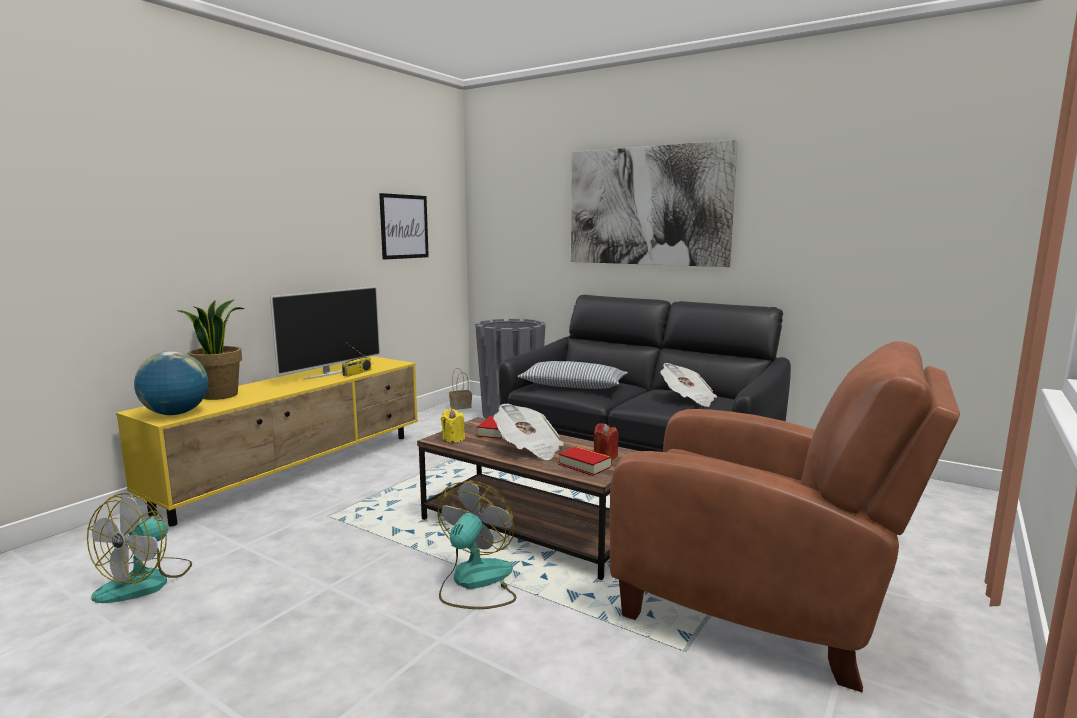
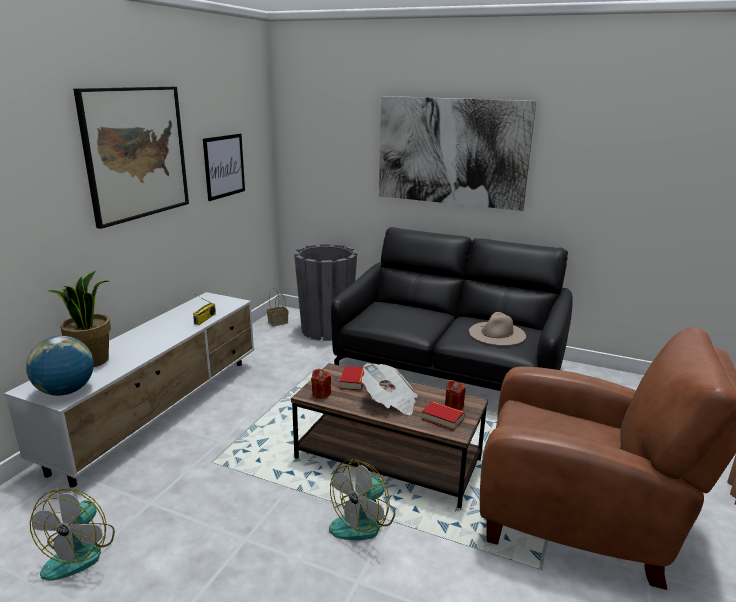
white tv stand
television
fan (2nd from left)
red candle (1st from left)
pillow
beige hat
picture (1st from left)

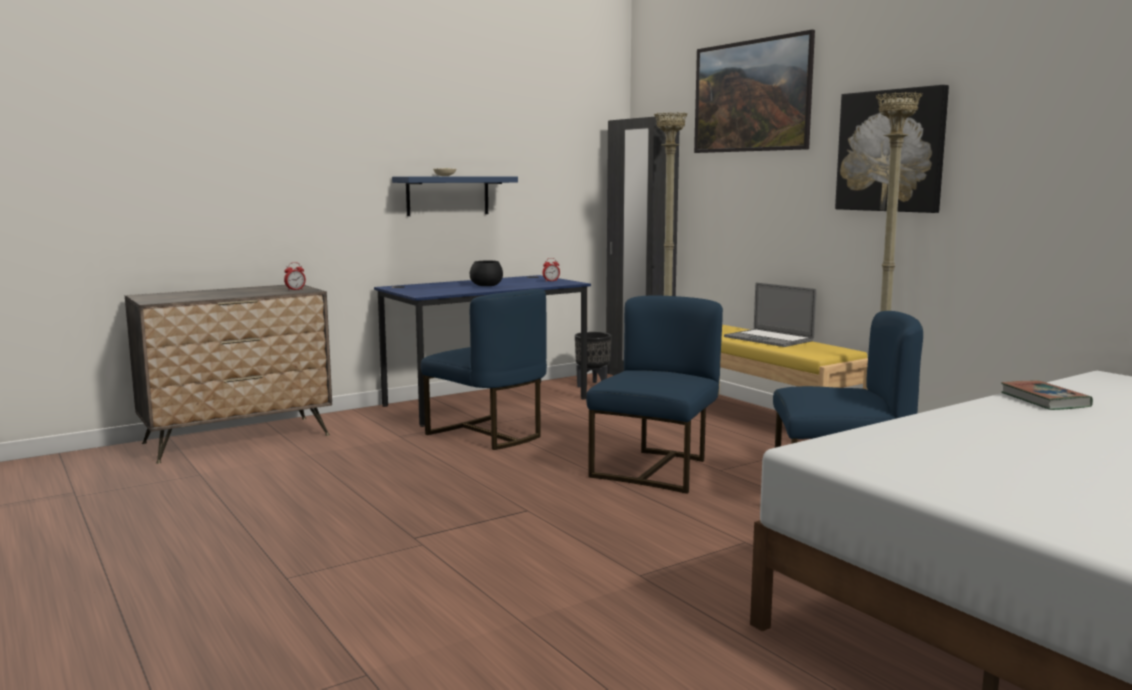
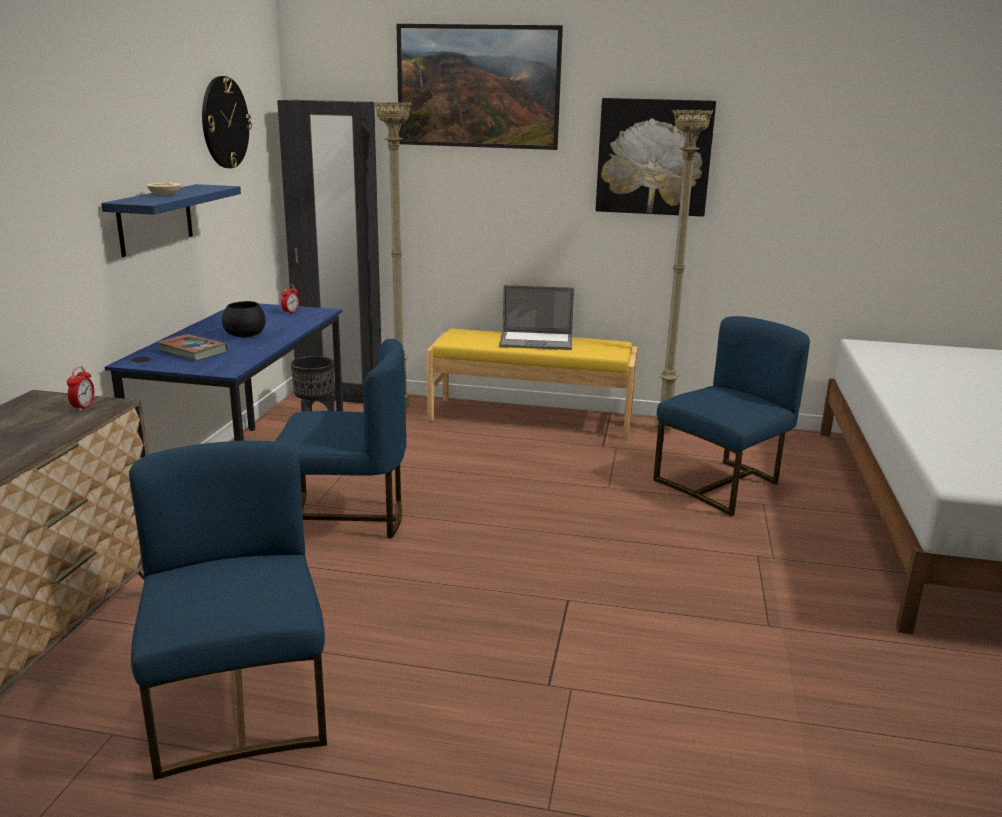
blue chair (1st from left)
book
wall clock

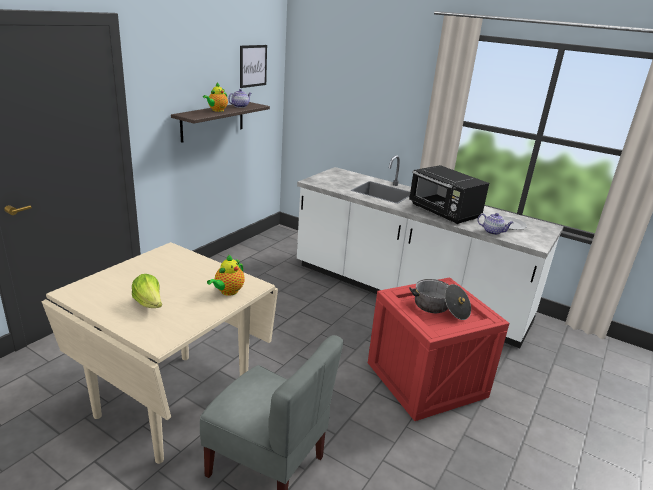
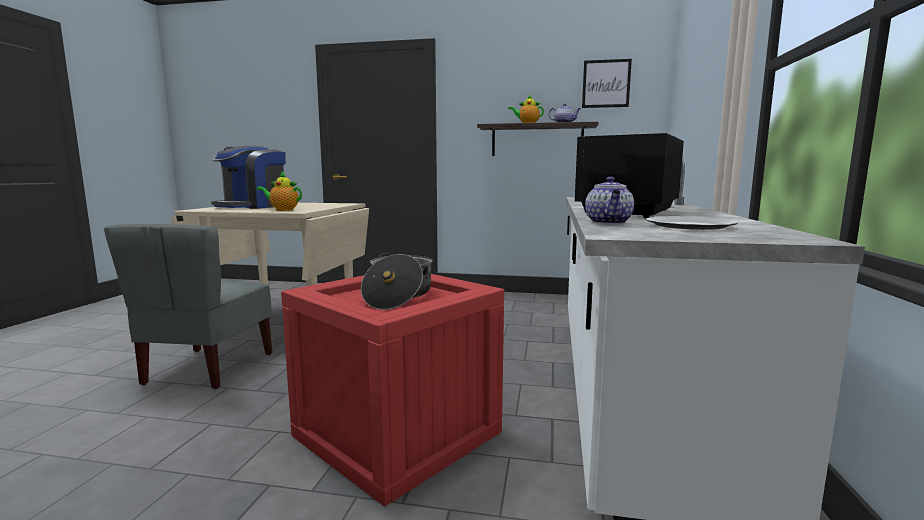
coffee machine

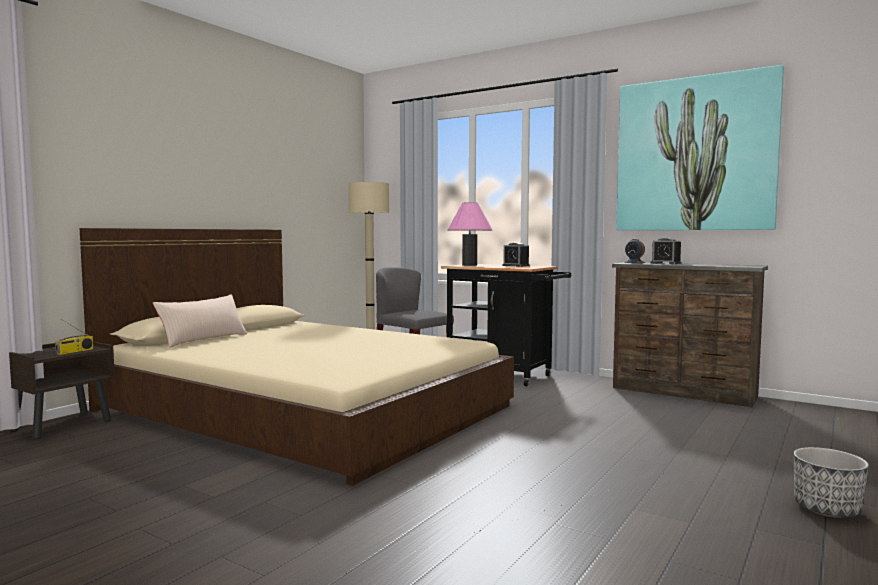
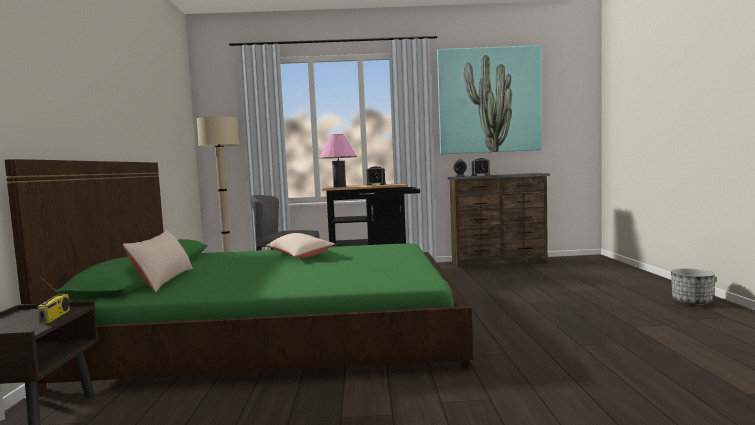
green bed
beige pillow (2nd from left)

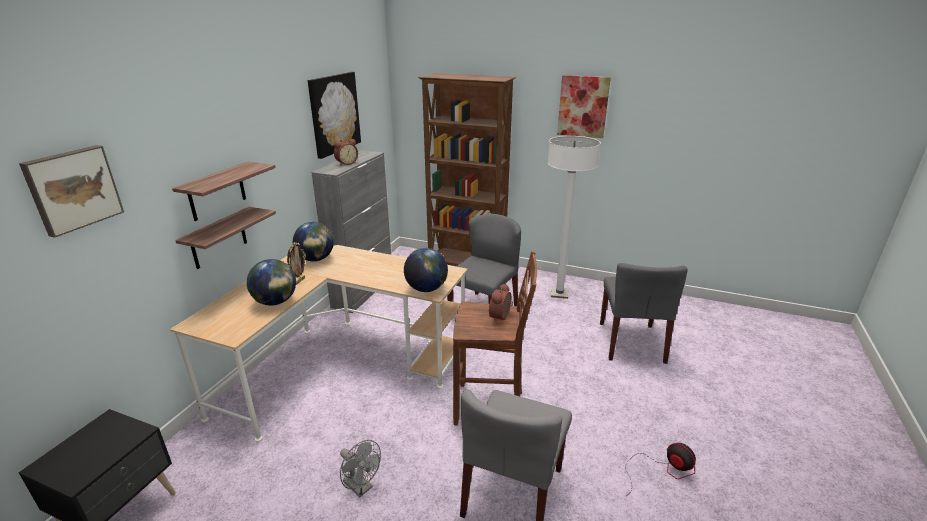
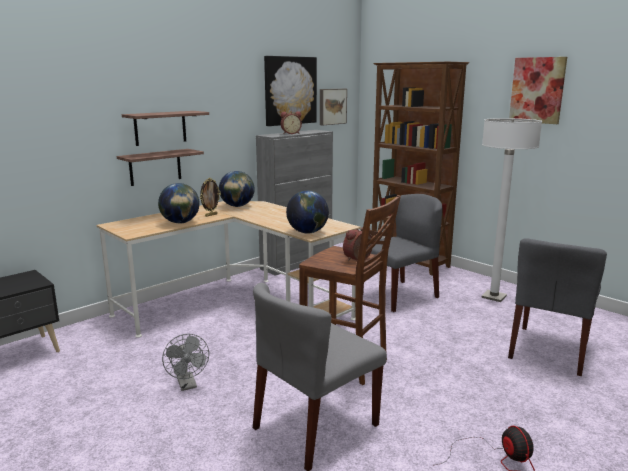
picture (2nd from left)

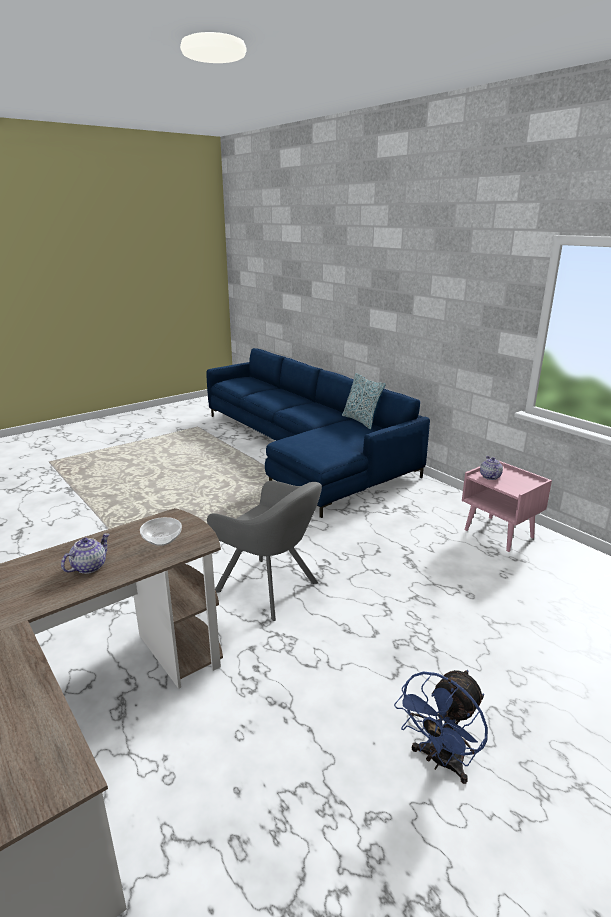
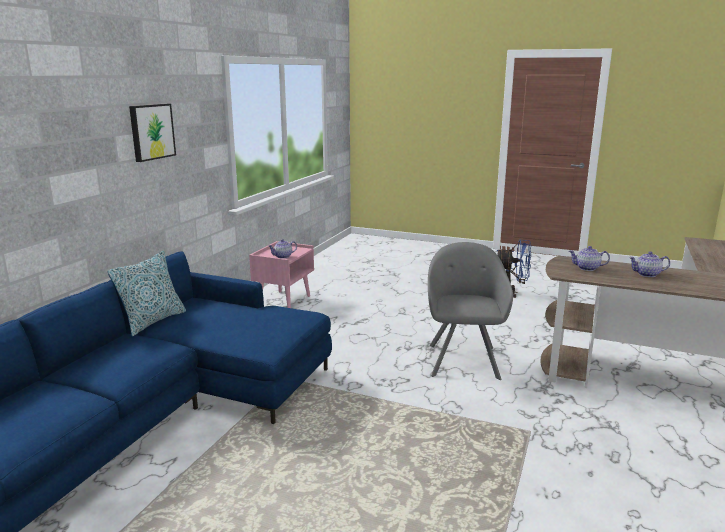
teapot (2nd from left)
picture

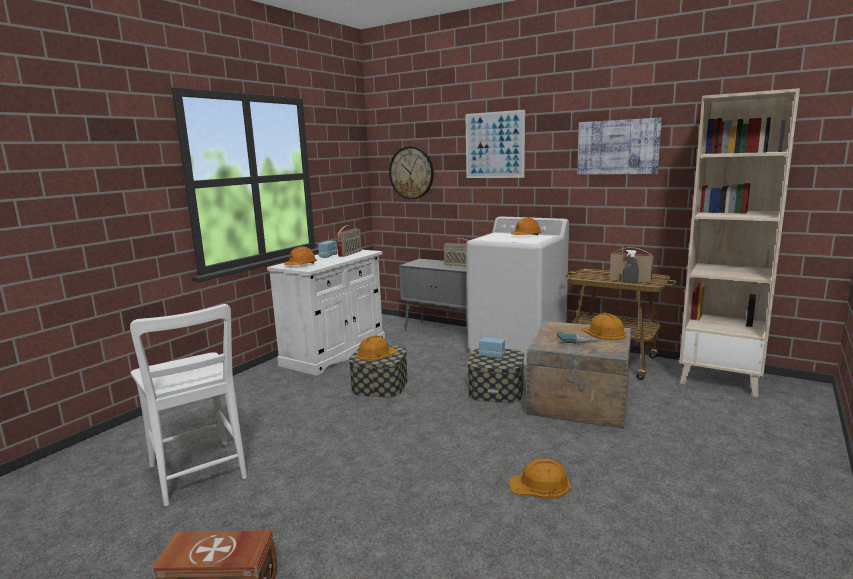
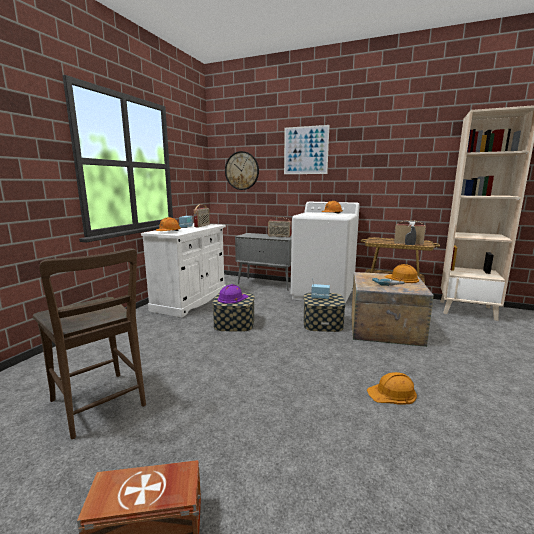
brown chair
purple hard hat
picture (2nd from left in the first image)

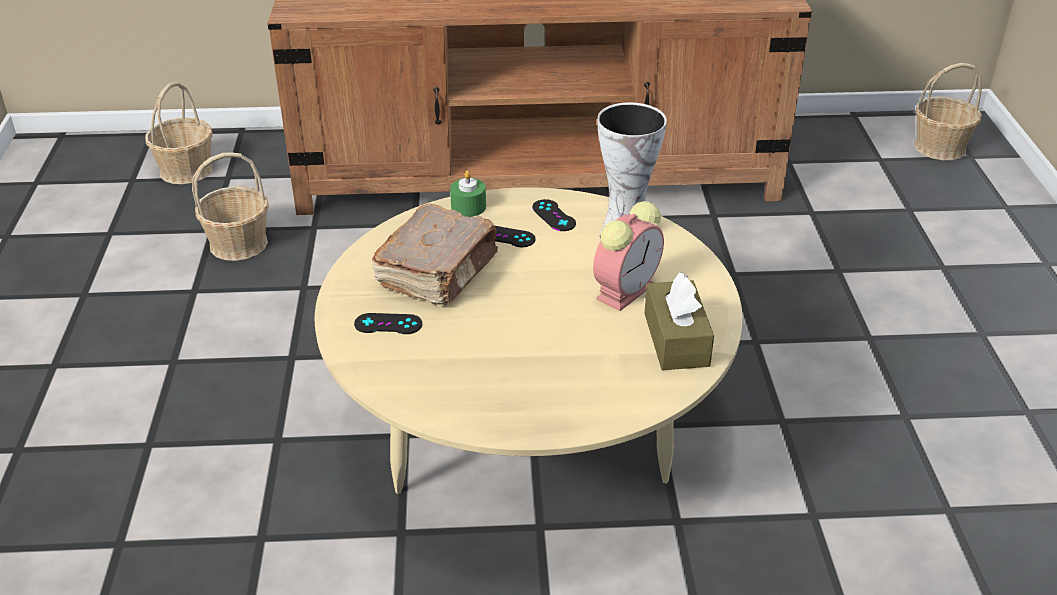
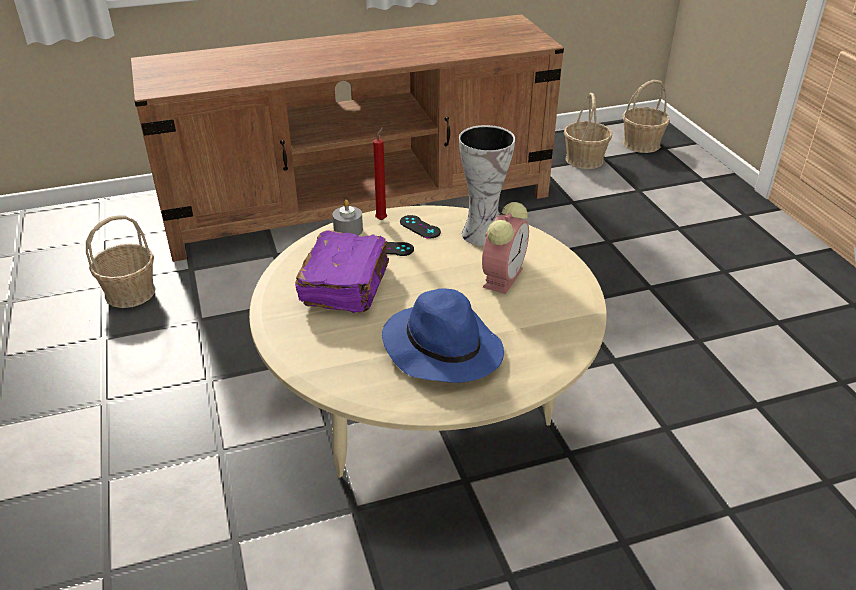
basket (2nd from left)
black game controller (1st from left in the first image)
purple book
grey candle
brown tissue box
red candle
blue hat

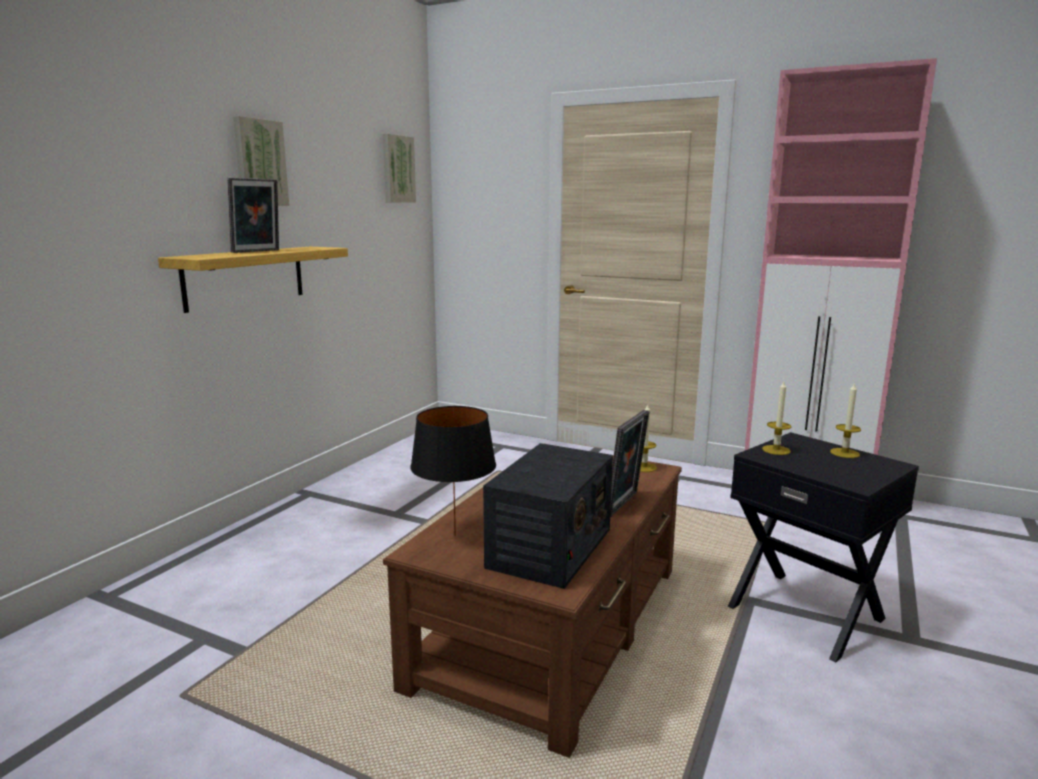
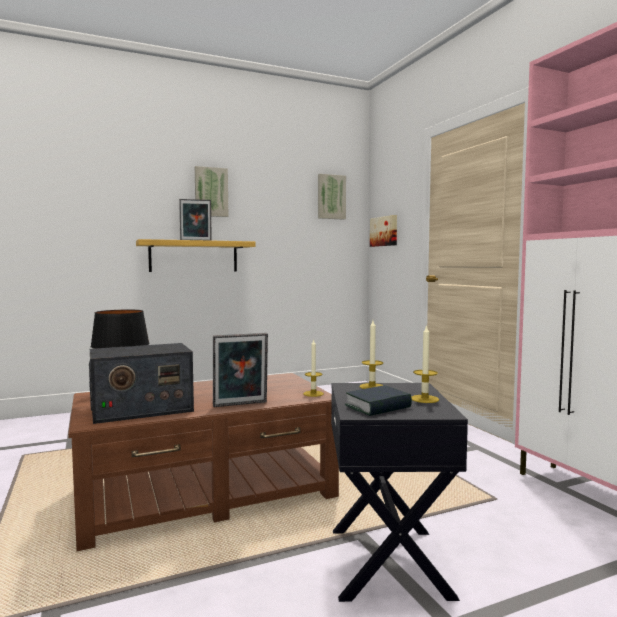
book
picture (3rd from left)

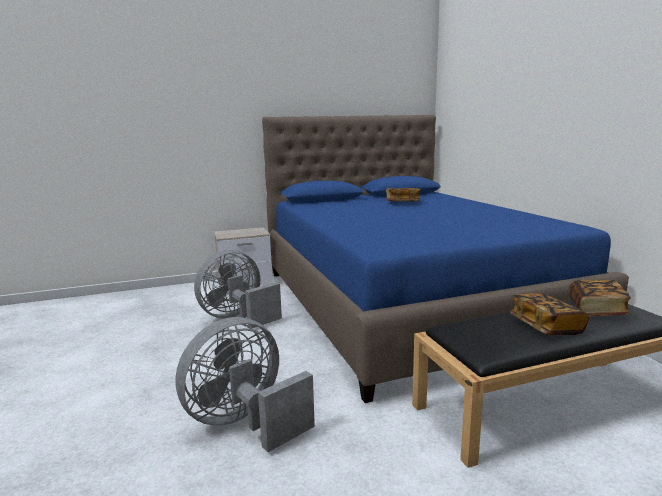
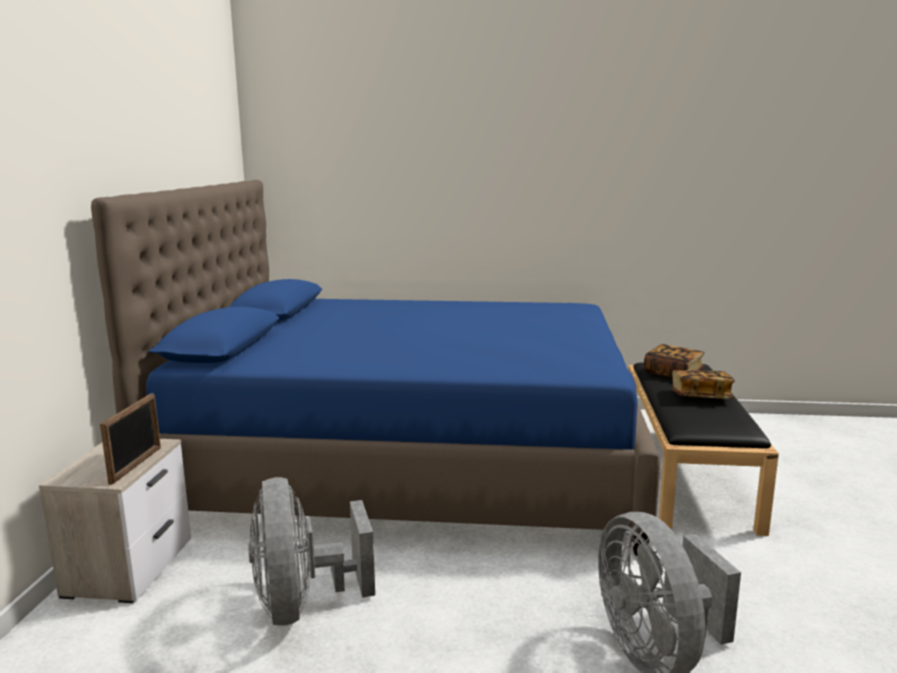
book (1st from left in the first image)
picture frame

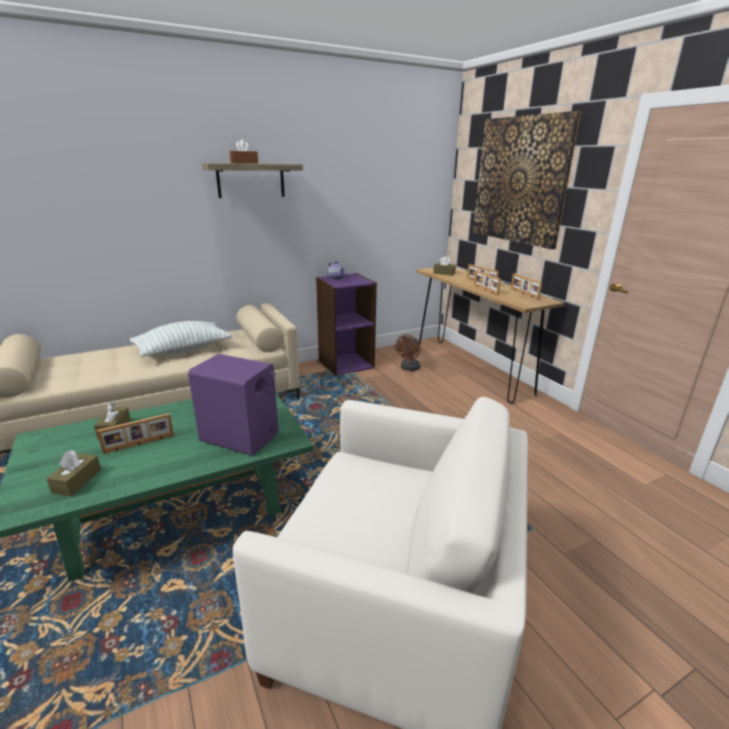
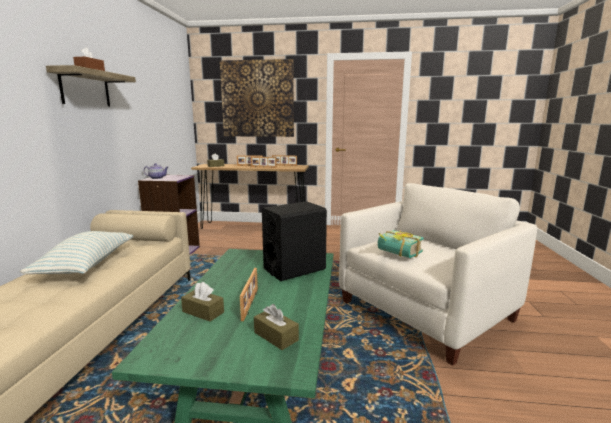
black speaker
brown fan
book

